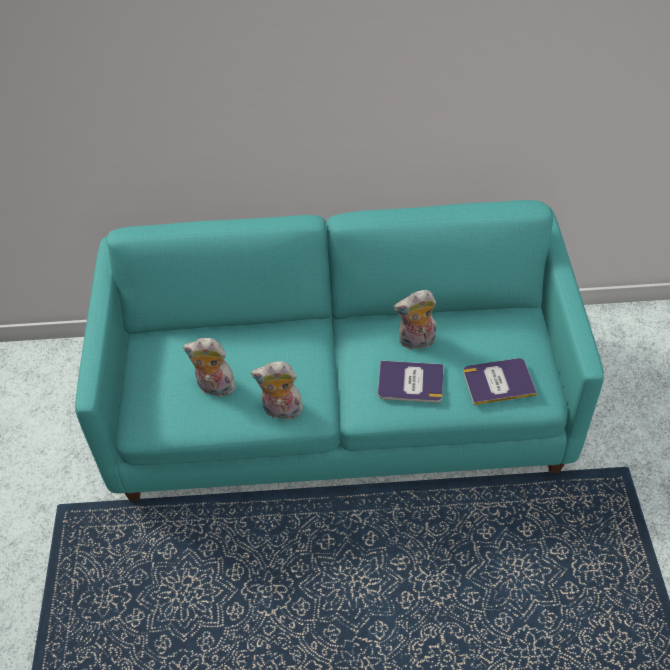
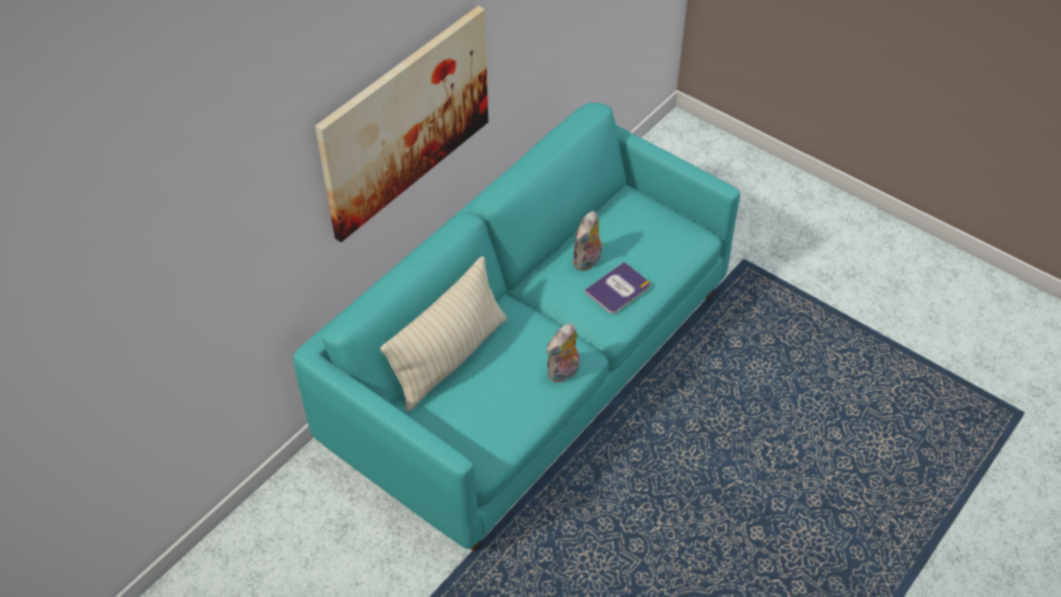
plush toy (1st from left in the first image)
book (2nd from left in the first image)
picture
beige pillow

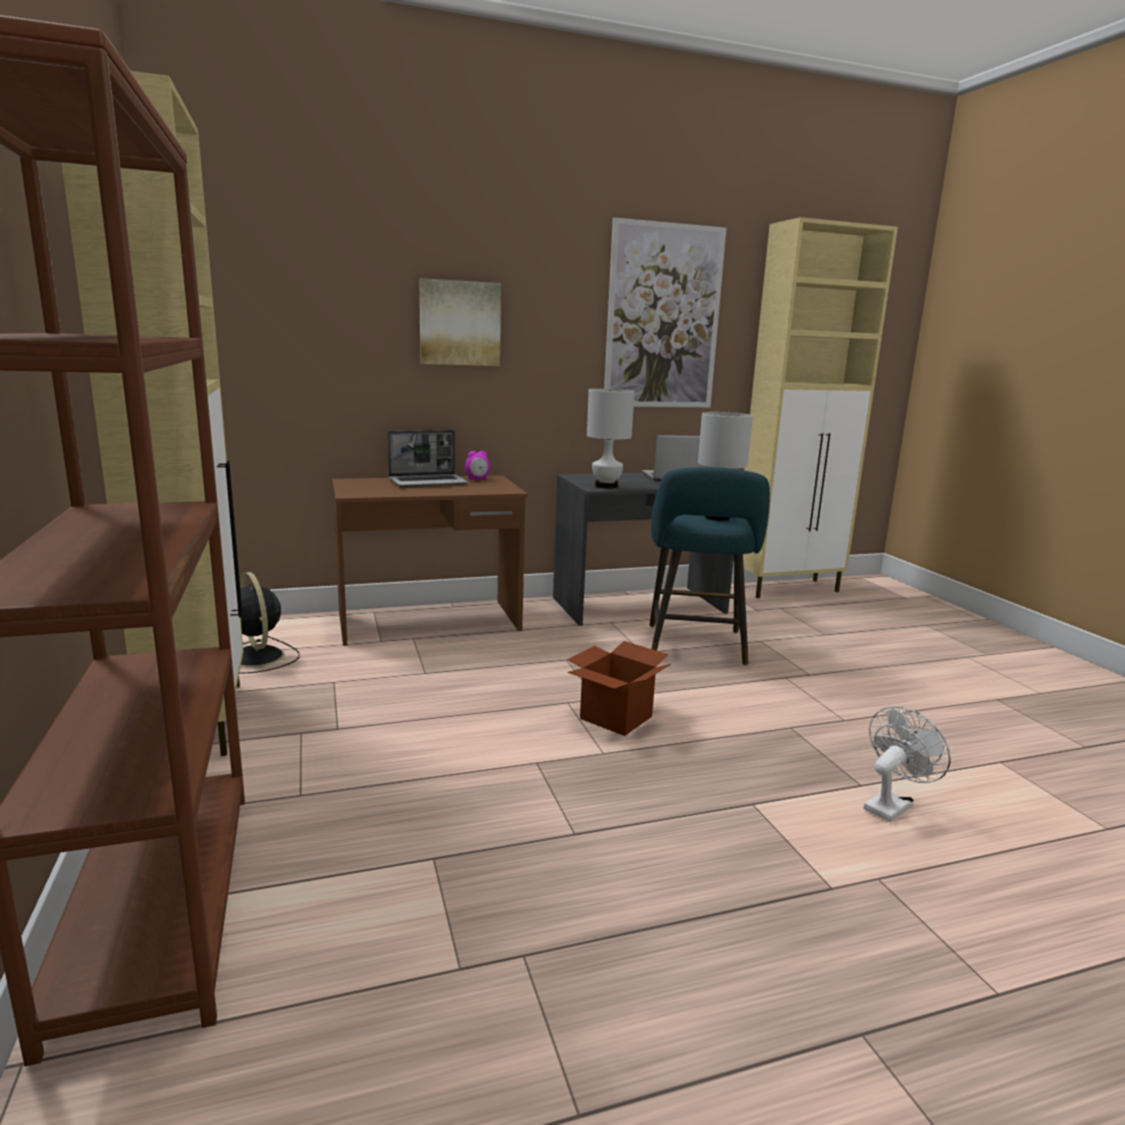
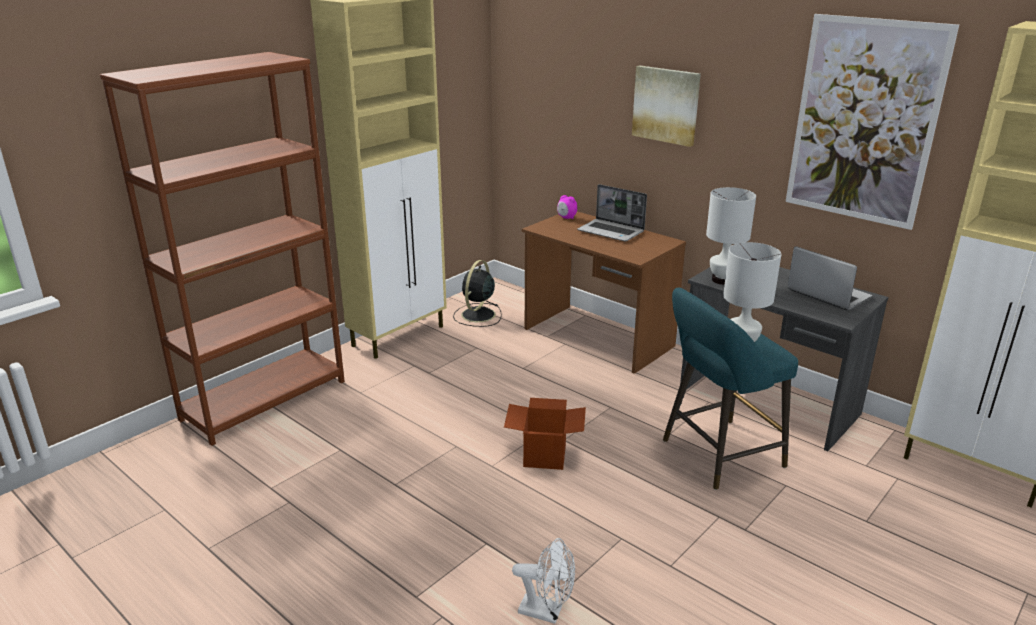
alarm clock

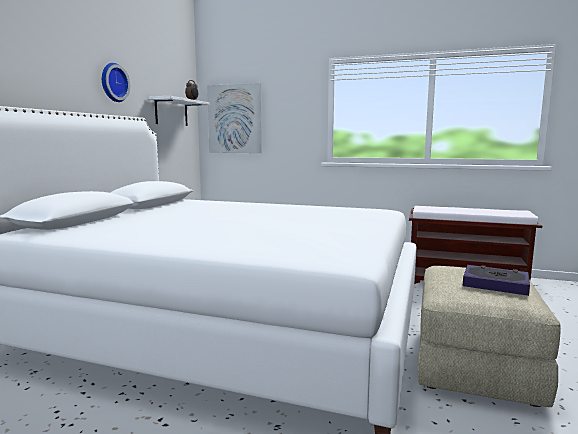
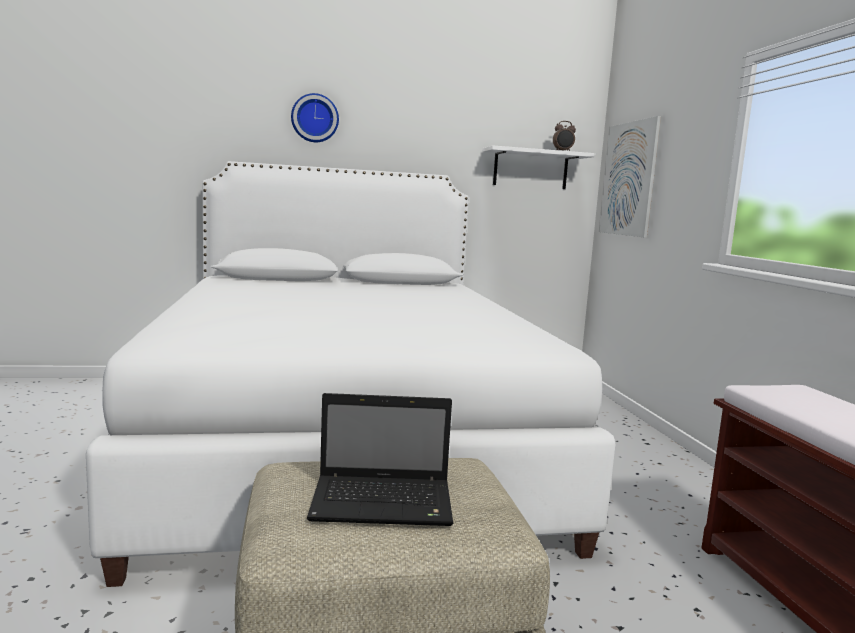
wall clock
laptop

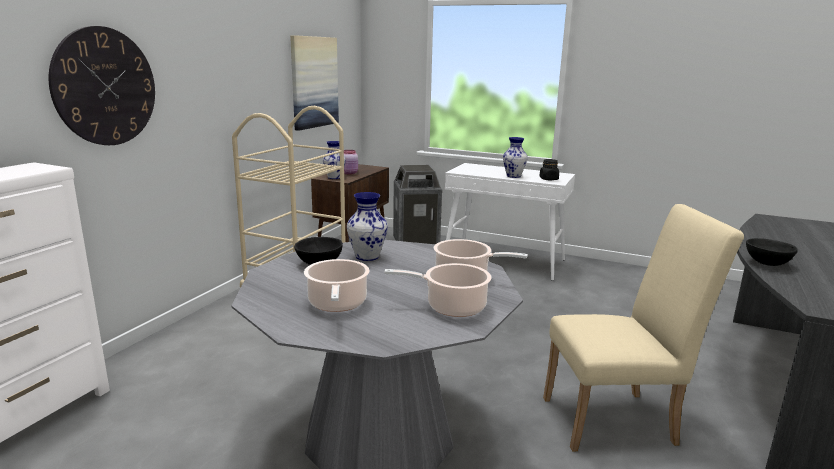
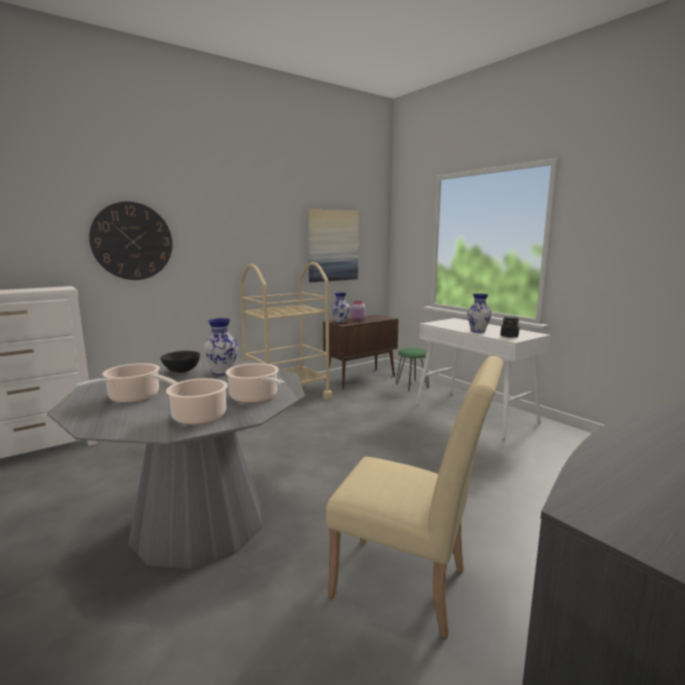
green stool
black bowl (2nd from left in the first image)

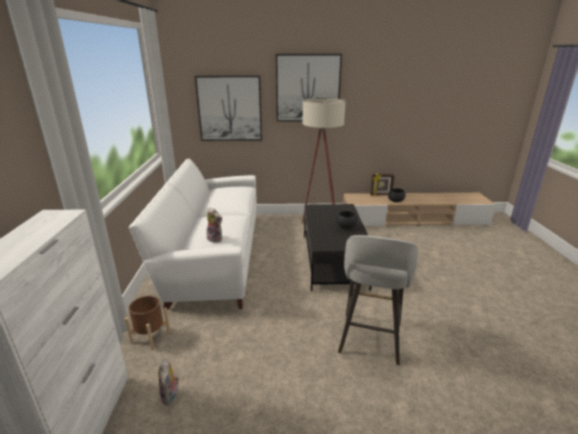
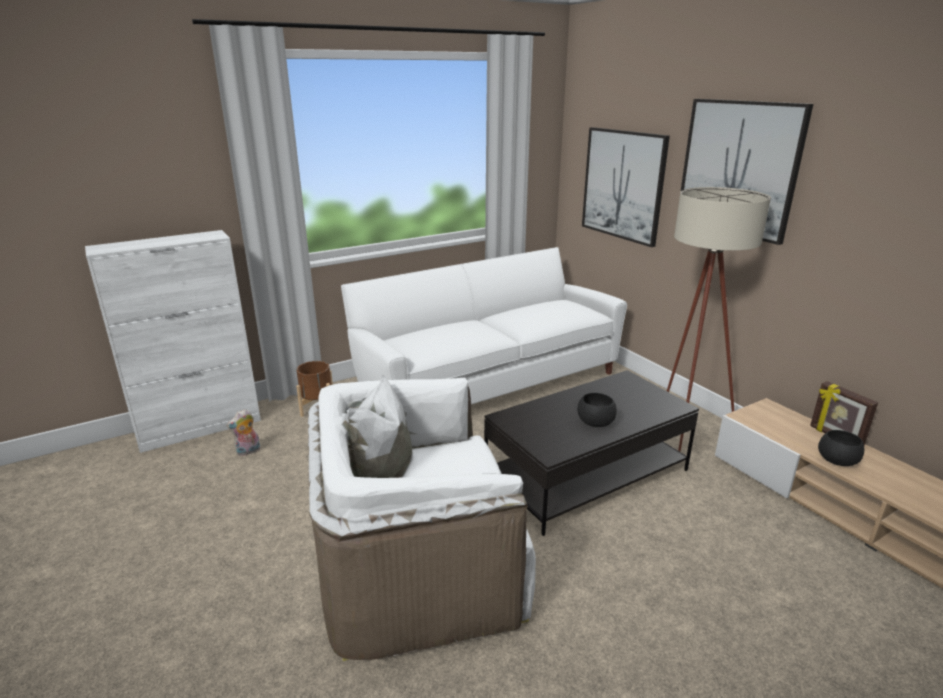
plush toy (2nd from left in the first image)
white armchair

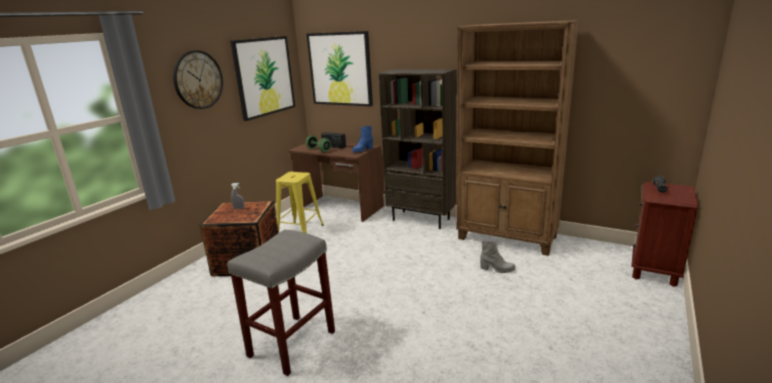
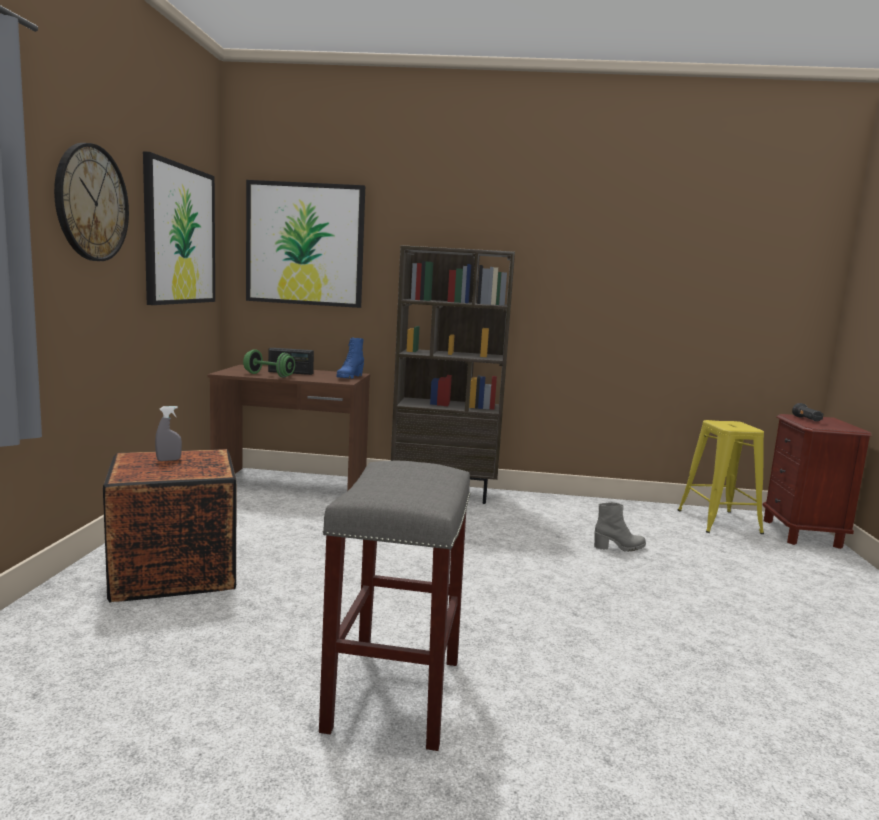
yellow stool
brown bookcase (2nd from left in the first image)

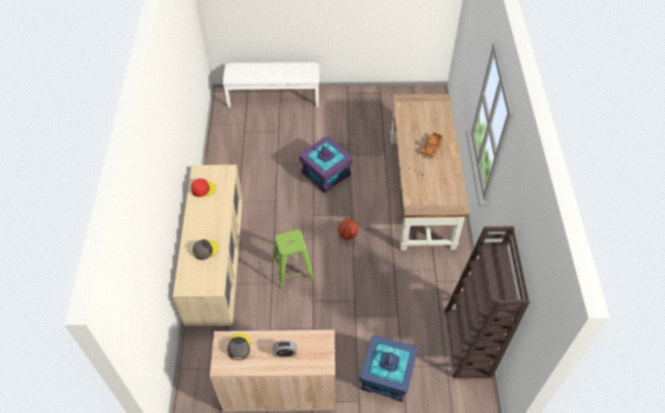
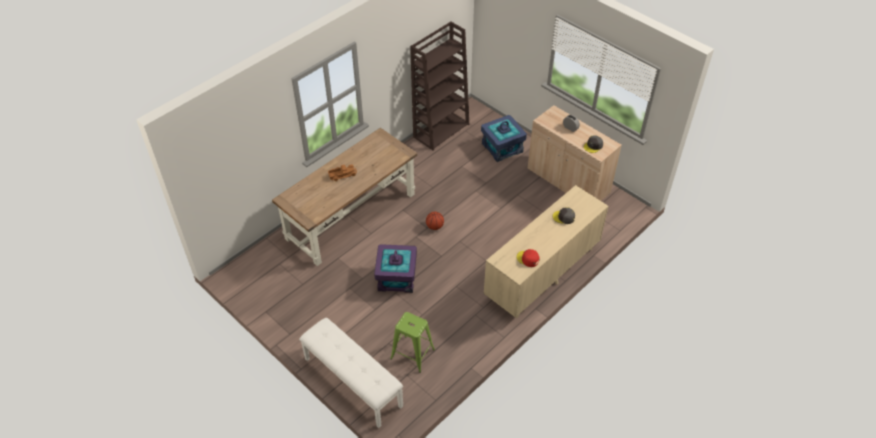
green stool

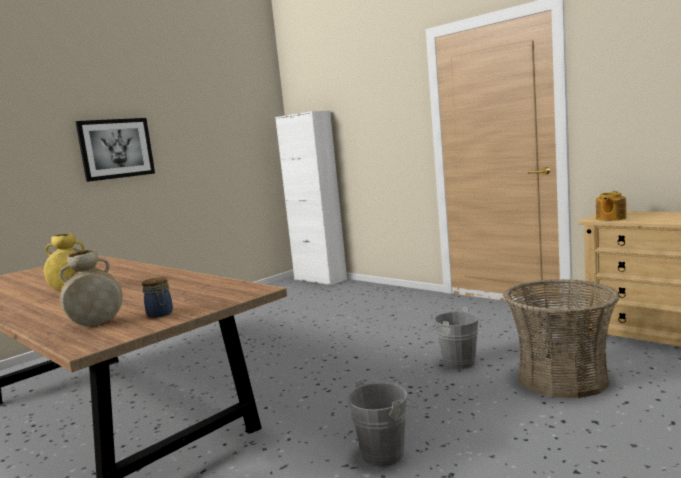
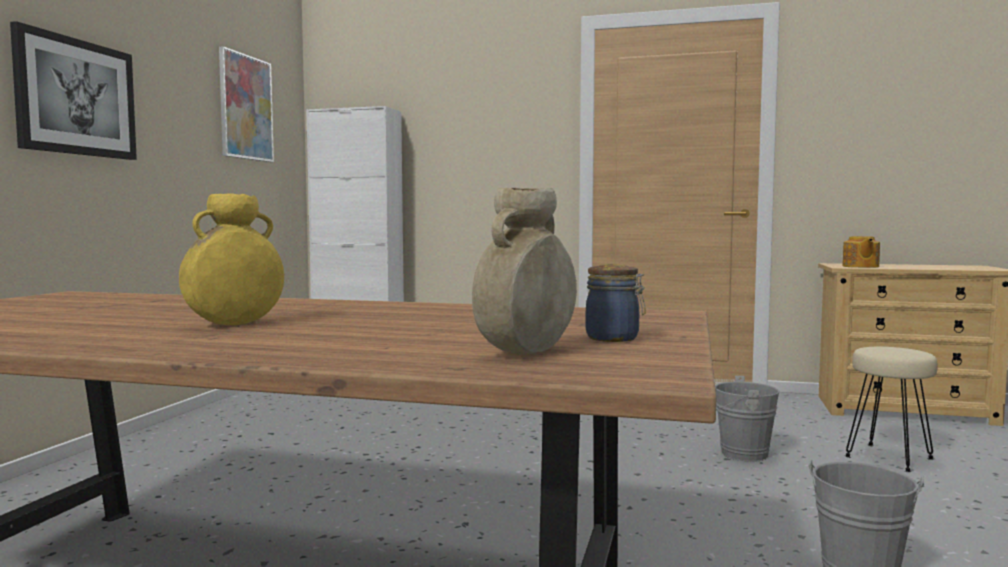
beige stool
picture (2nd from left)

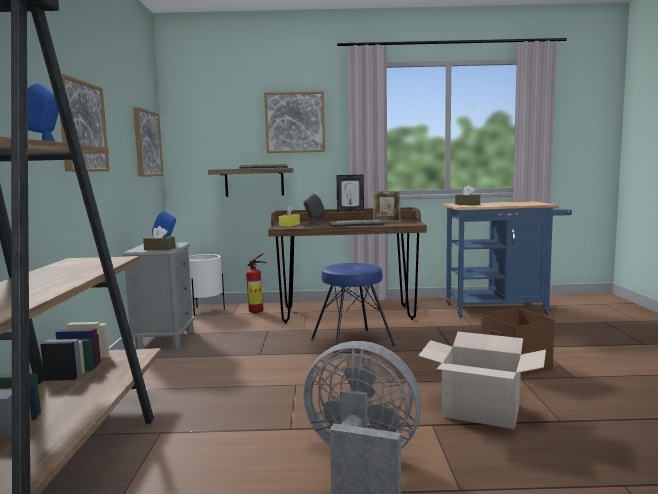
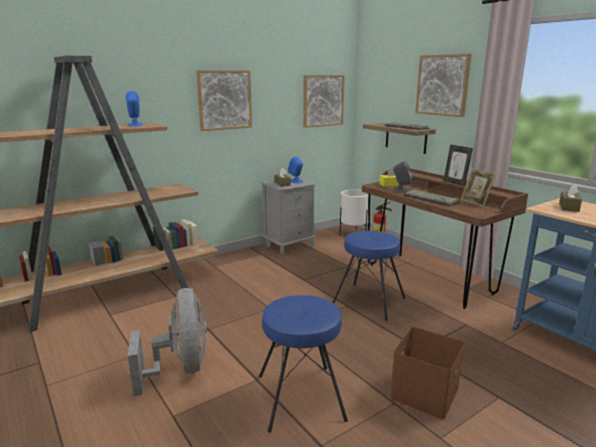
blue stool (1st from left)

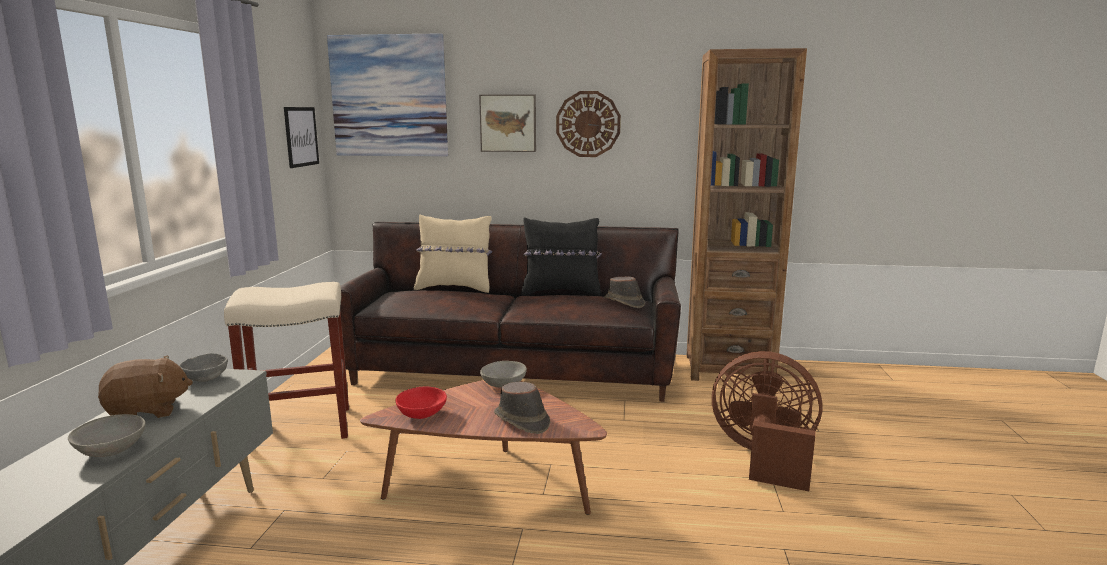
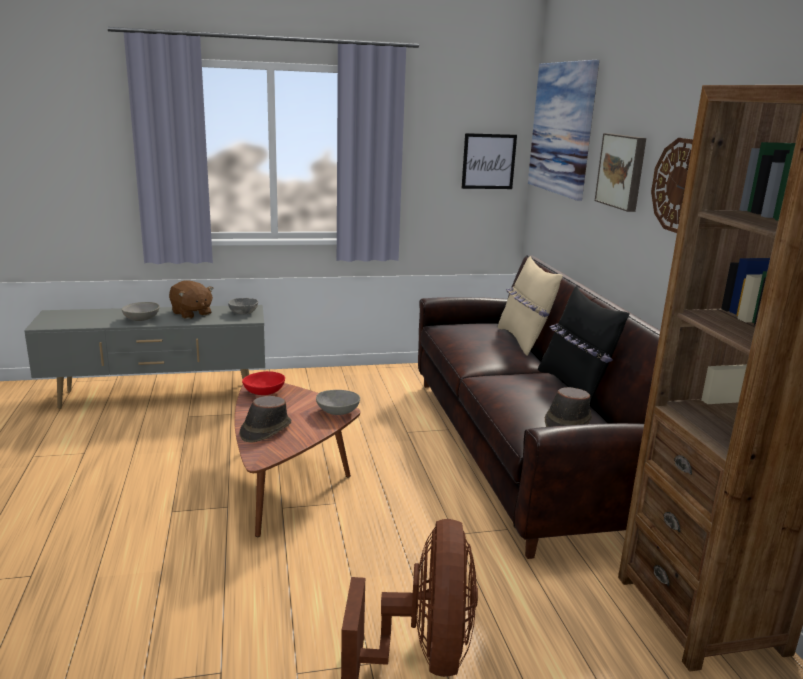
beige stool

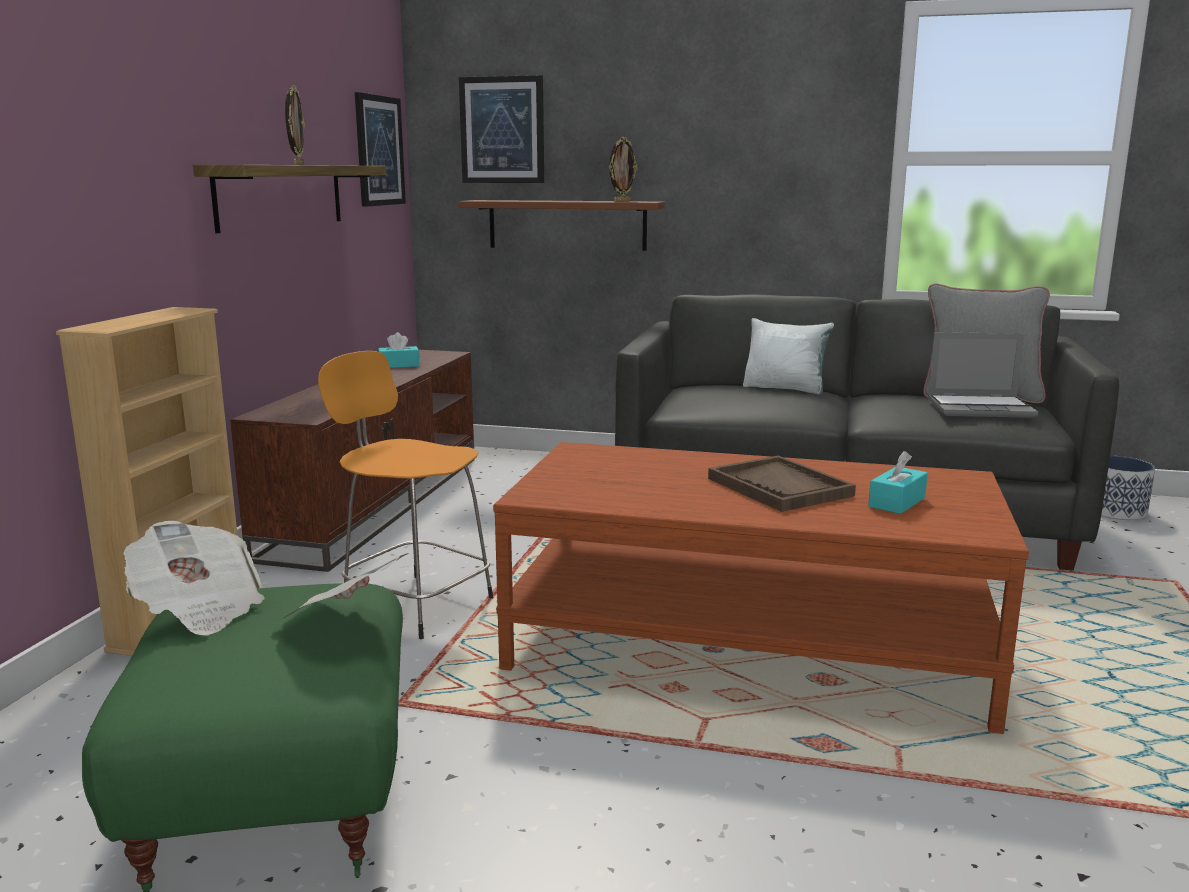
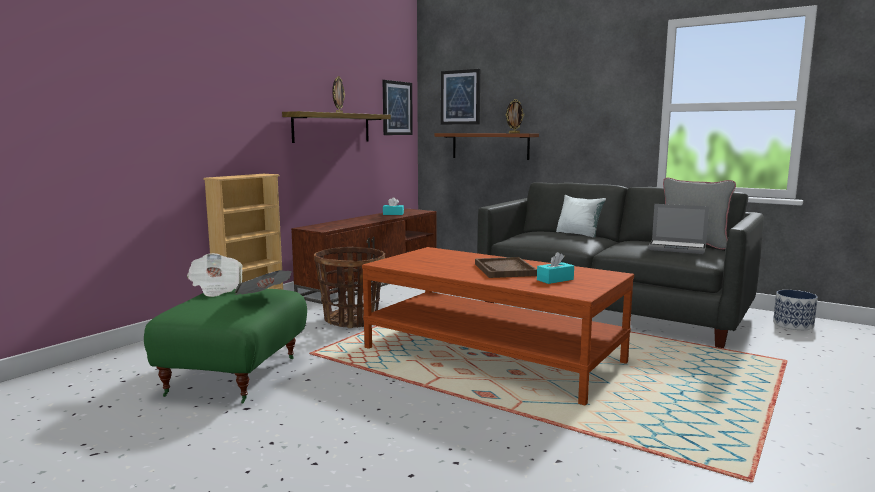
basket

